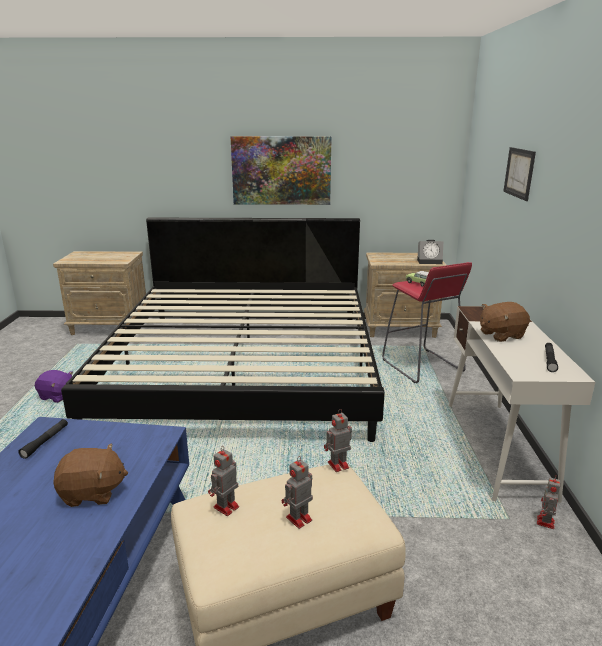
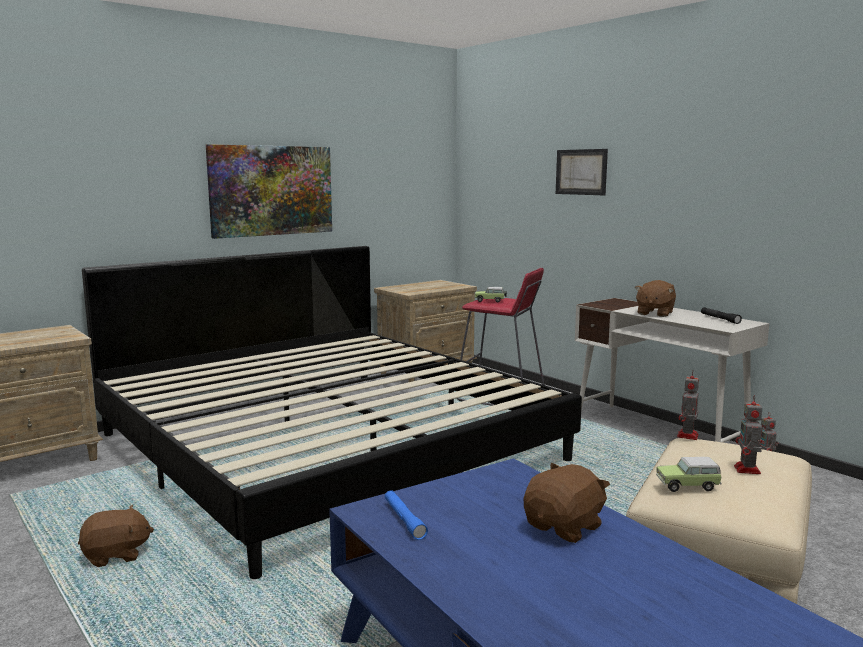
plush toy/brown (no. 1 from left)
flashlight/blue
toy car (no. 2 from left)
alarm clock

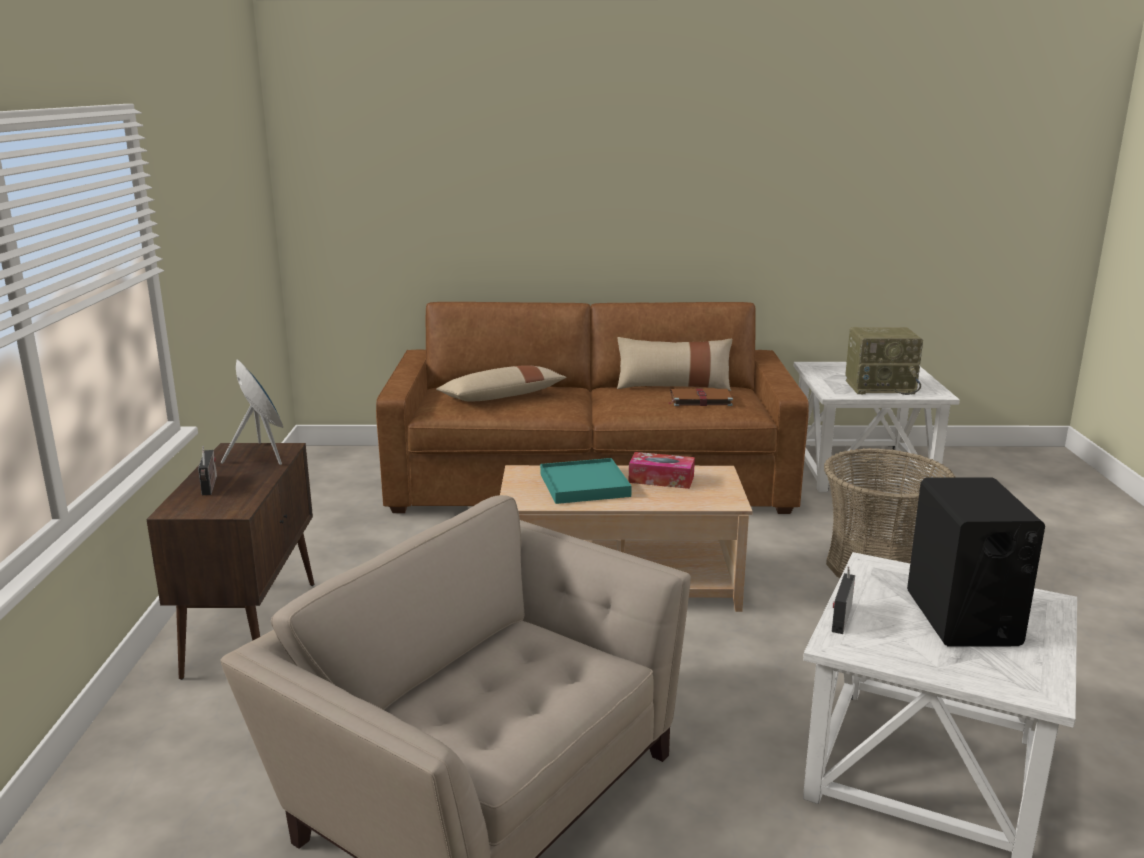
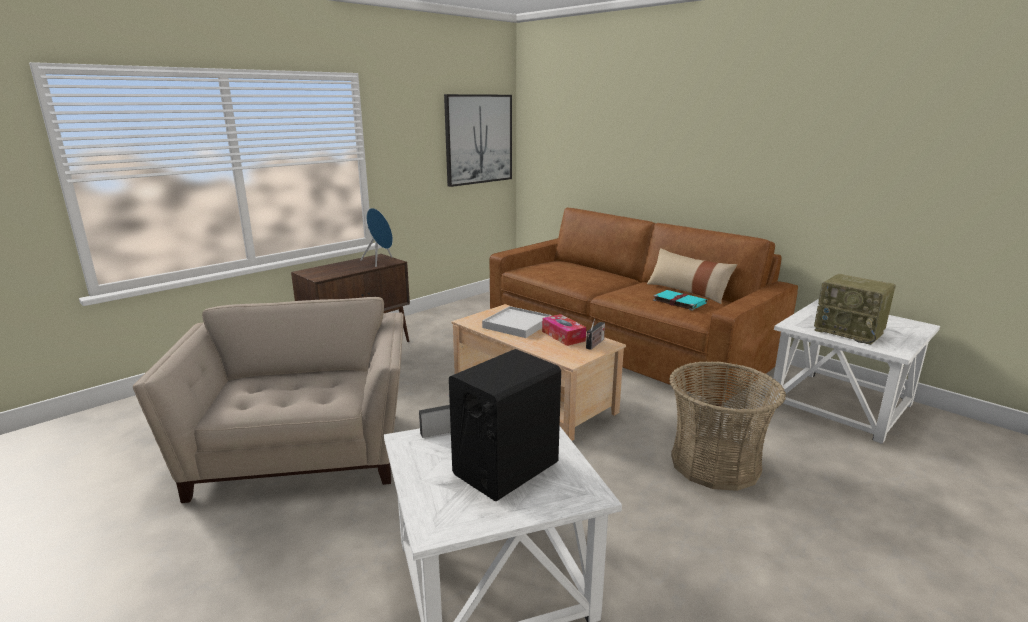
picture
tray/white
radio (no. 2 from left)
book/turquoise
pillow/beige (no. 1 from left in the first image)

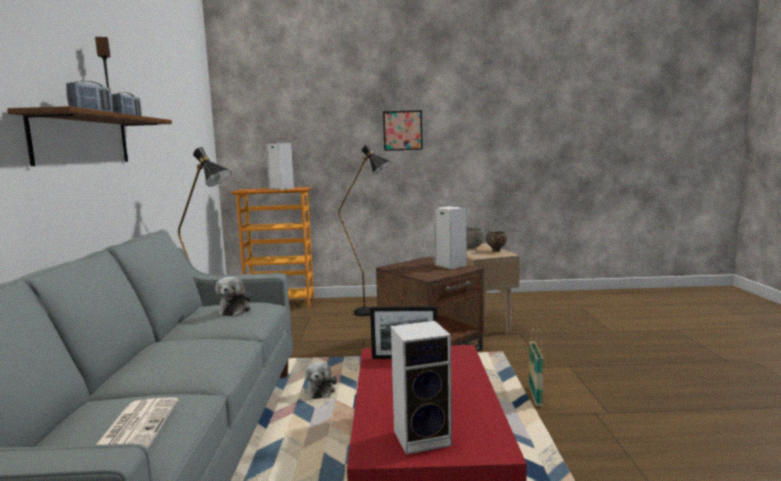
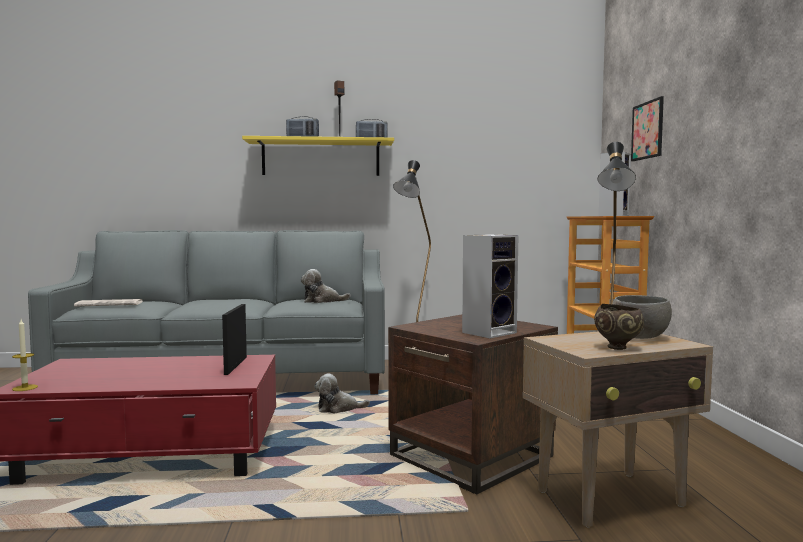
candle
shelf/yellow
picture
speaker (no. 3 from left in the first image)
basket

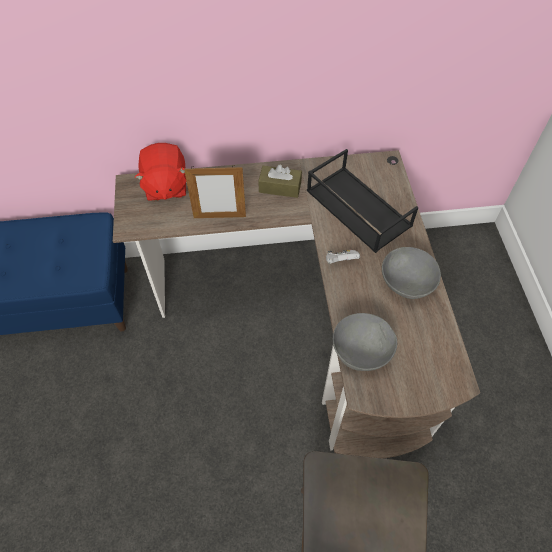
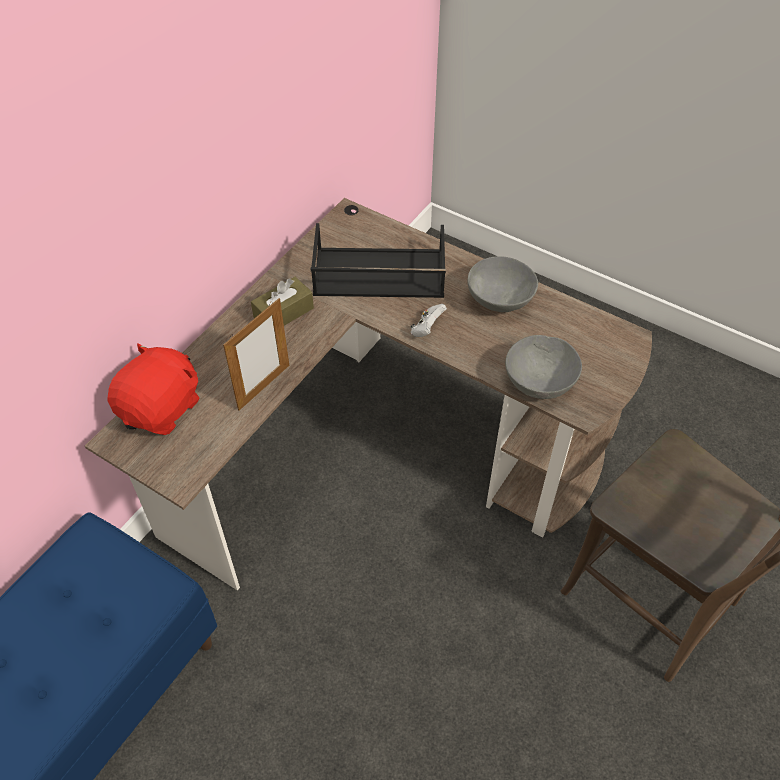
plush toy/red

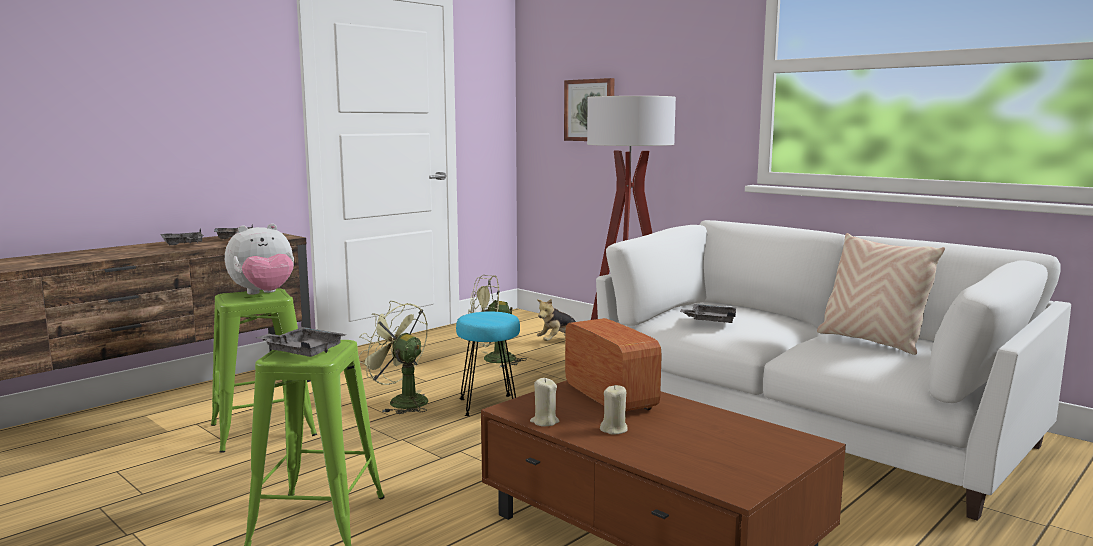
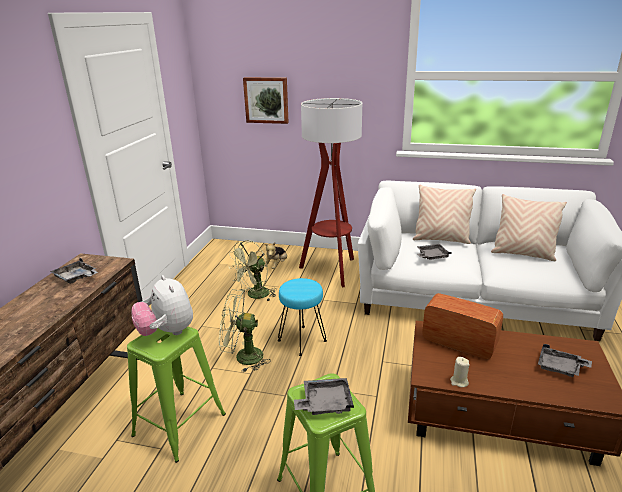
plush toy (no. 1 from left)
pillow/beige (no. 1 from left)
tray/grey (no. 4 from left)
candle/beige (no. 2 from left in the first image)

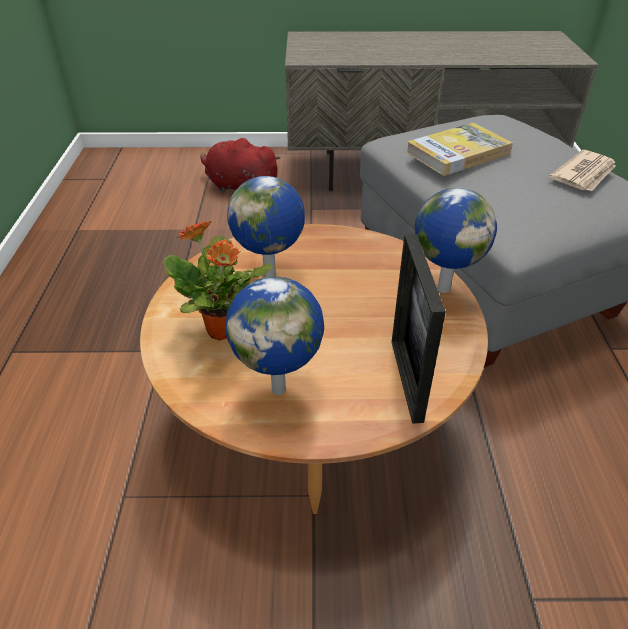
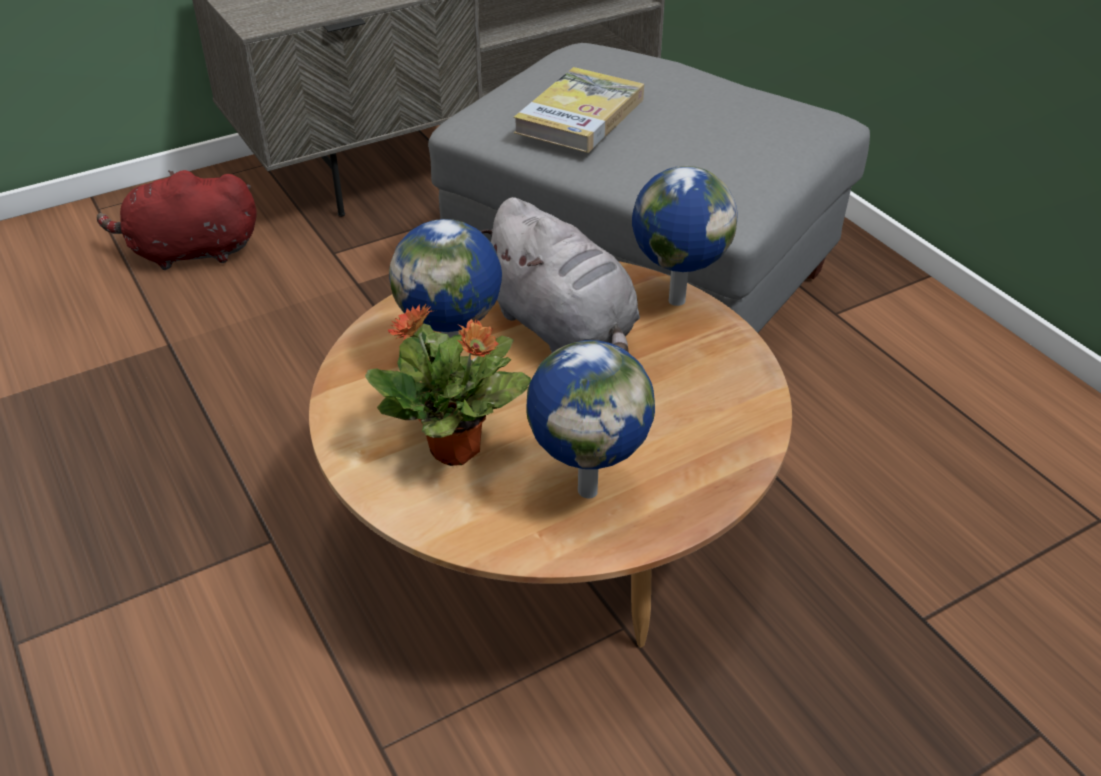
plush toy/grey
picture frame
newspaper

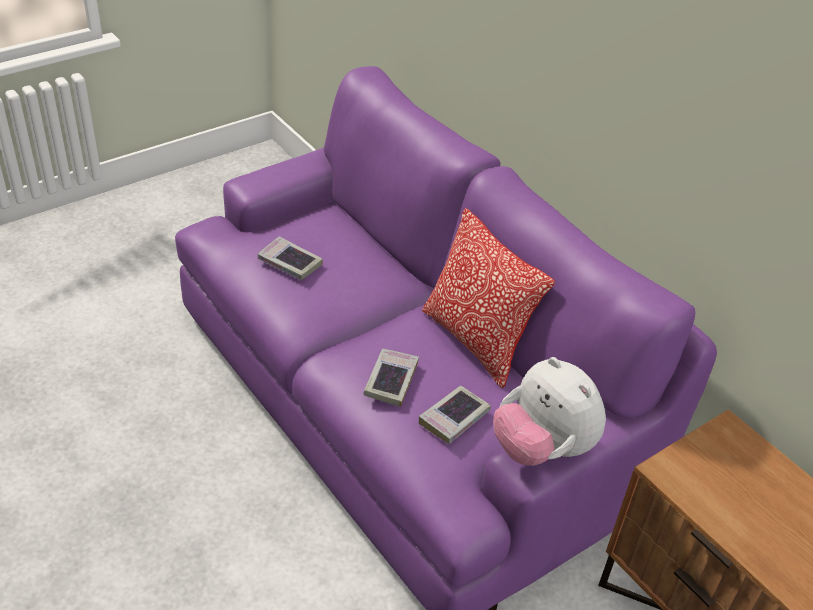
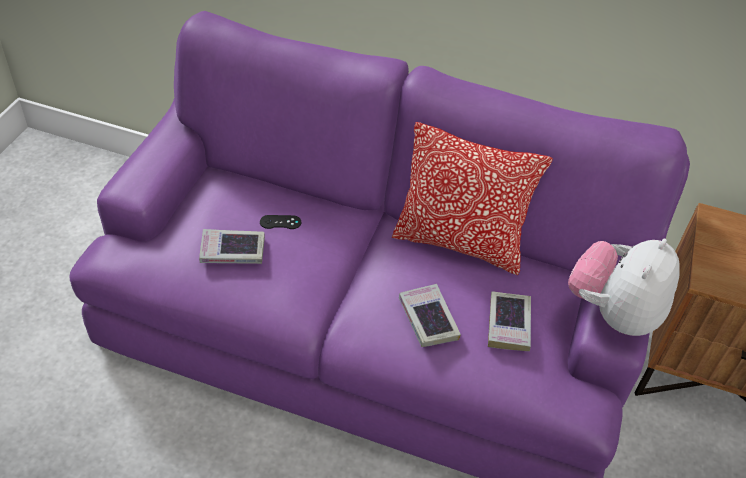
game controller/black
plush toy

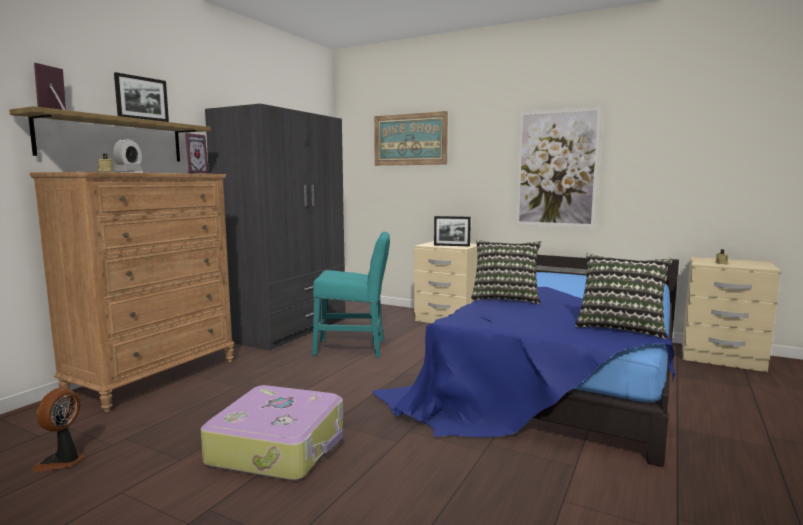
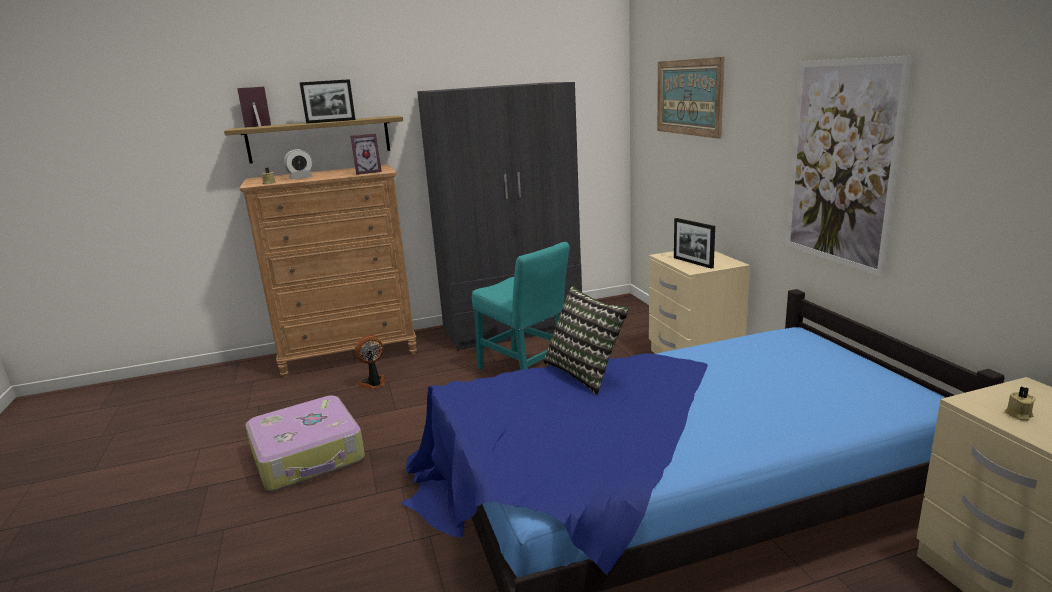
fan
pillow (no. 2 from left in the first image)

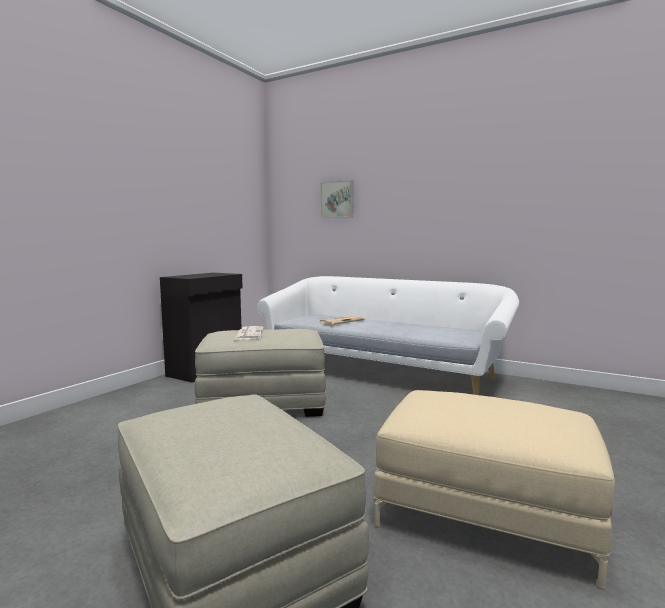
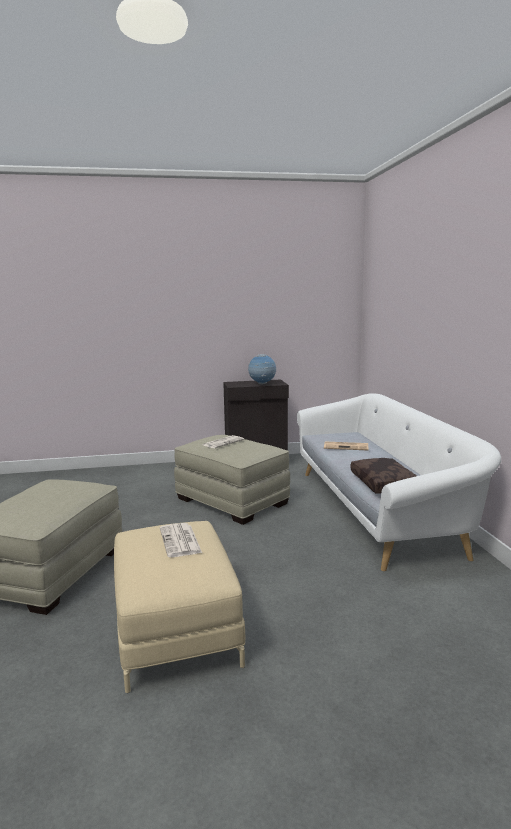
newspaper (no. 1 from left)
globe
pillow/brown
picture

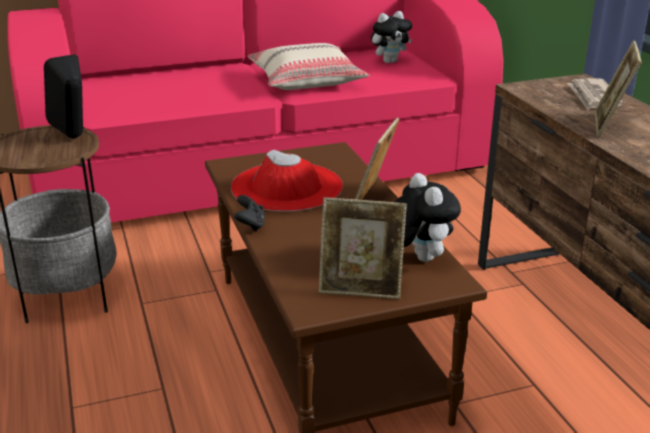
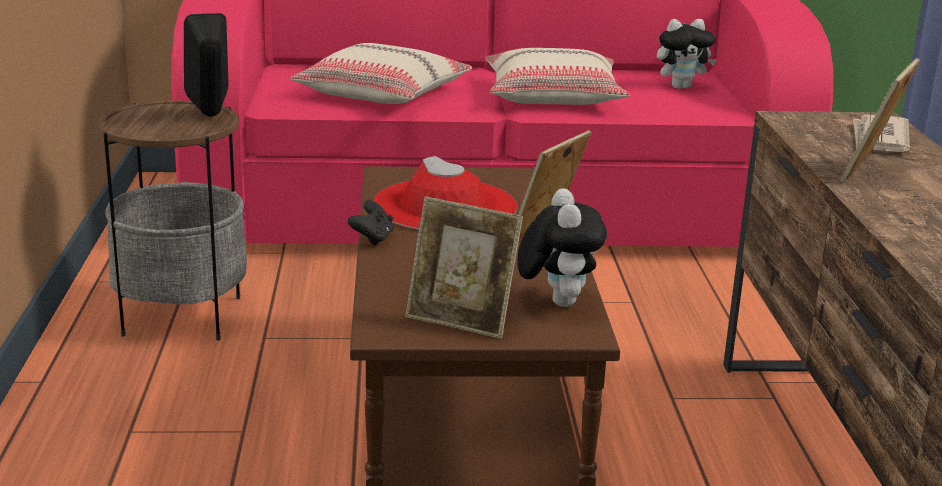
pillow/beige (no. 1 from left)

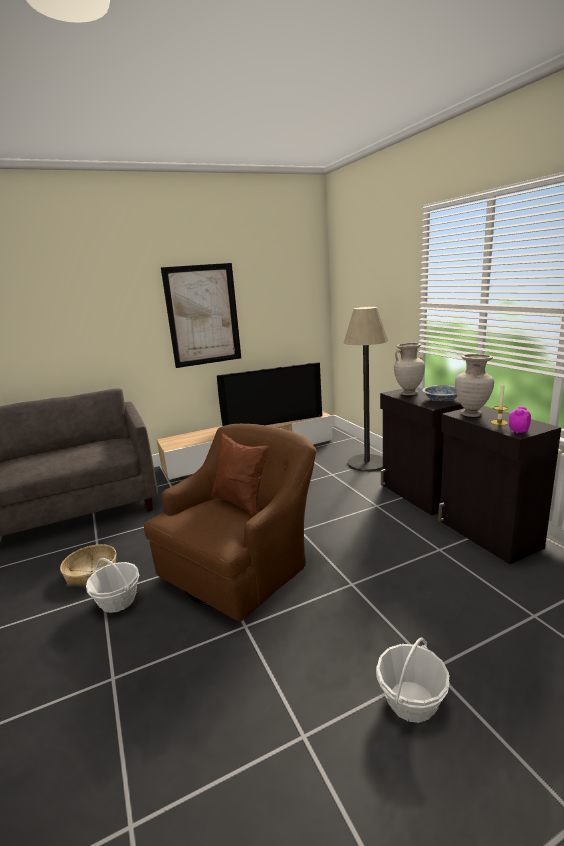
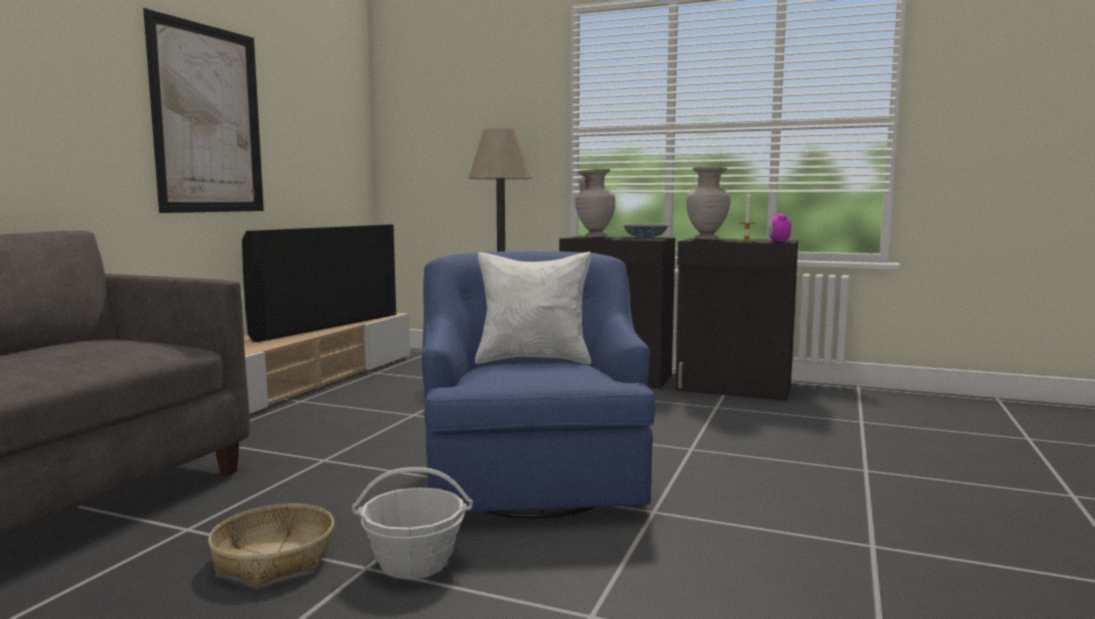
armchair/blue
pillow/white
basket (no. 3 from left in the first image)

